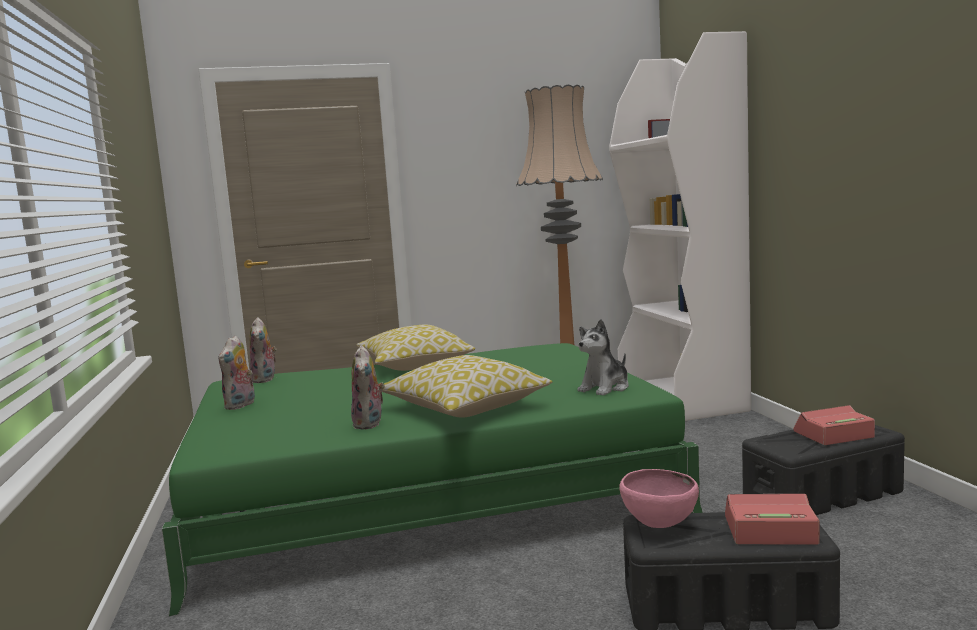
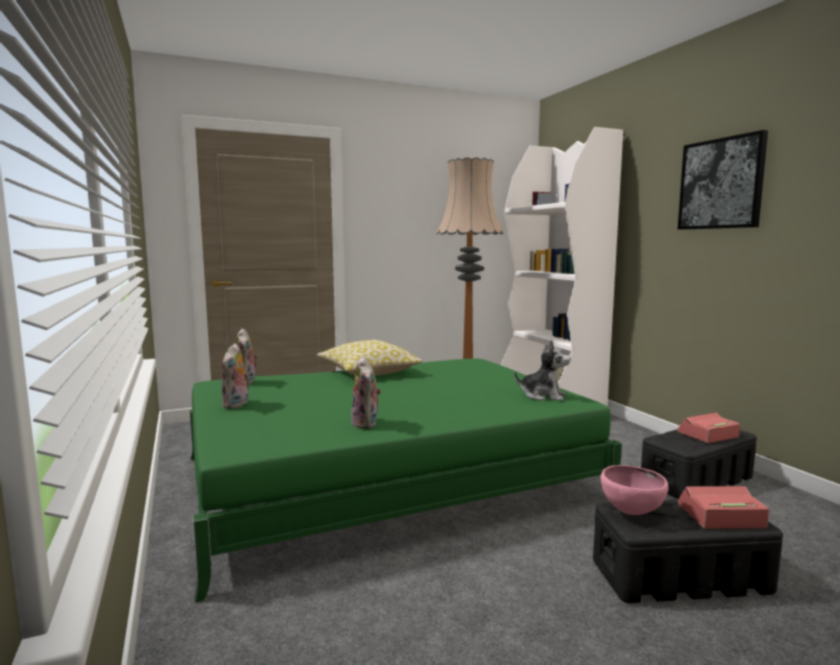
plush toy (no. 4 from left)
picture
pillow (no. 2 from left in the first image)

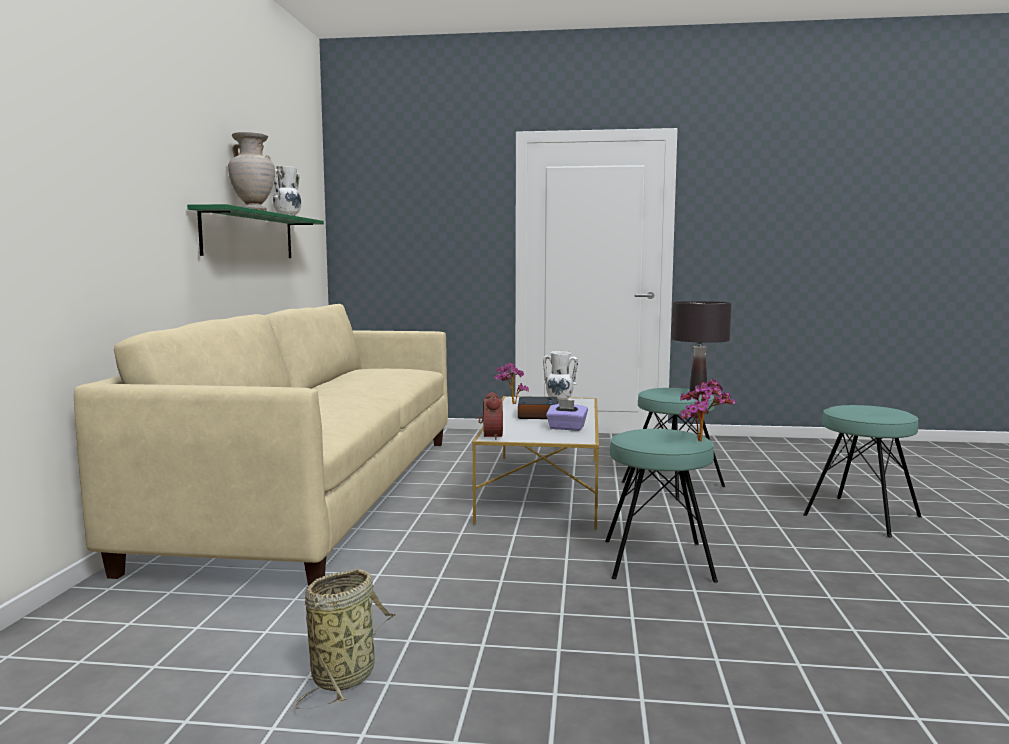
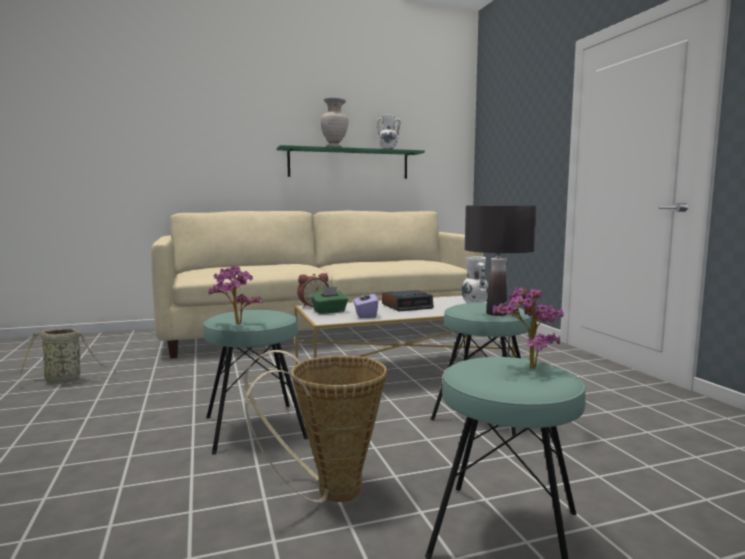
basket (no. 2 from left)
tissue box/green
potted plant (no. 2 from left)

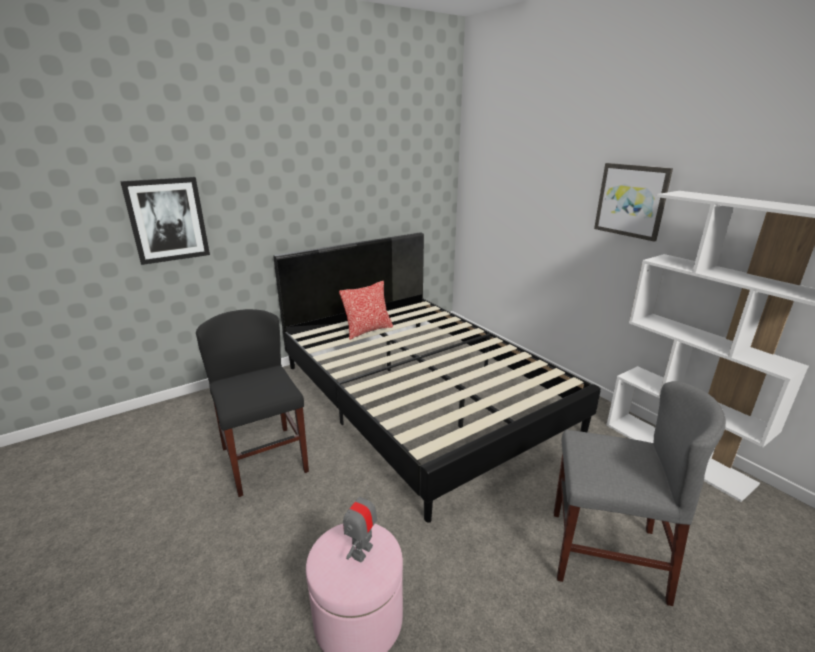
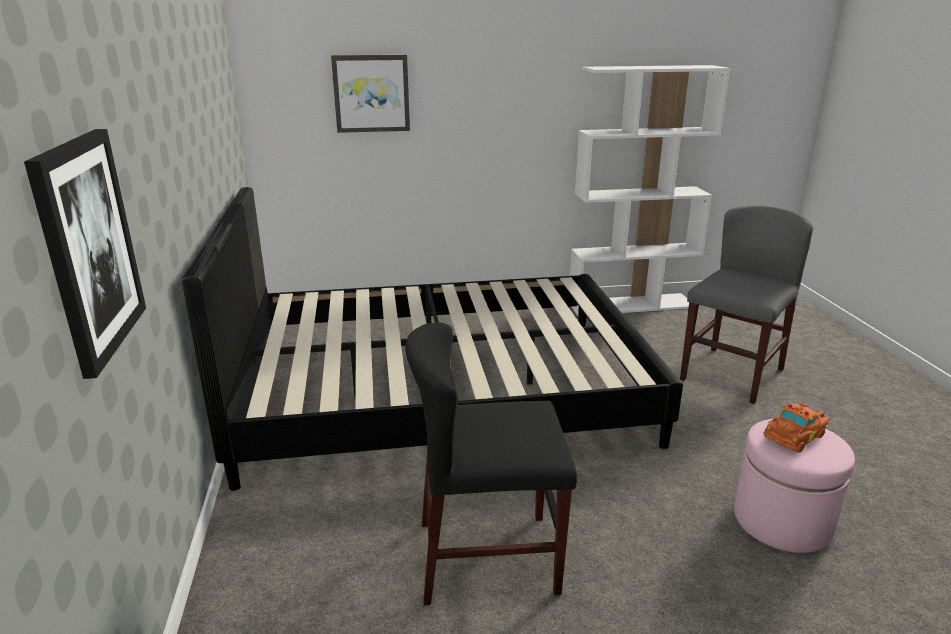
picture (no. 2 from left)
toy car/orange
pillow

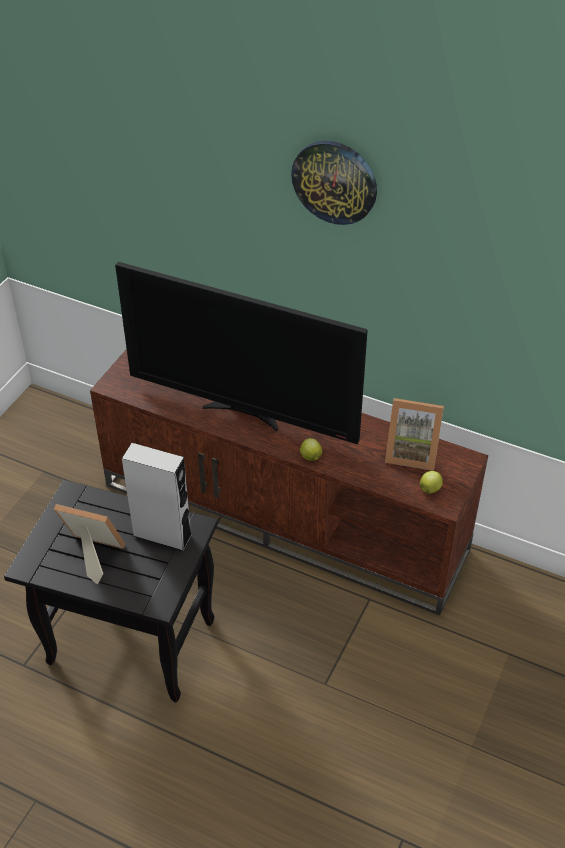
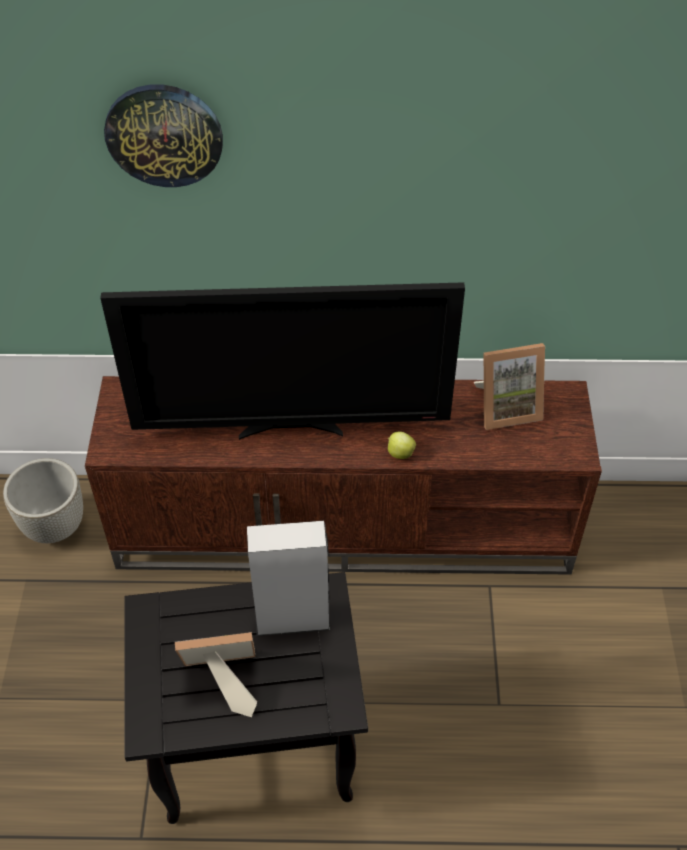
planter/grey
wall clock
apple (no. 2 from left in the first image)

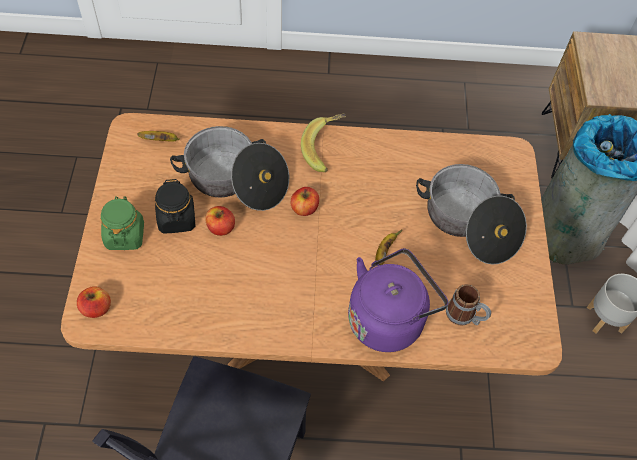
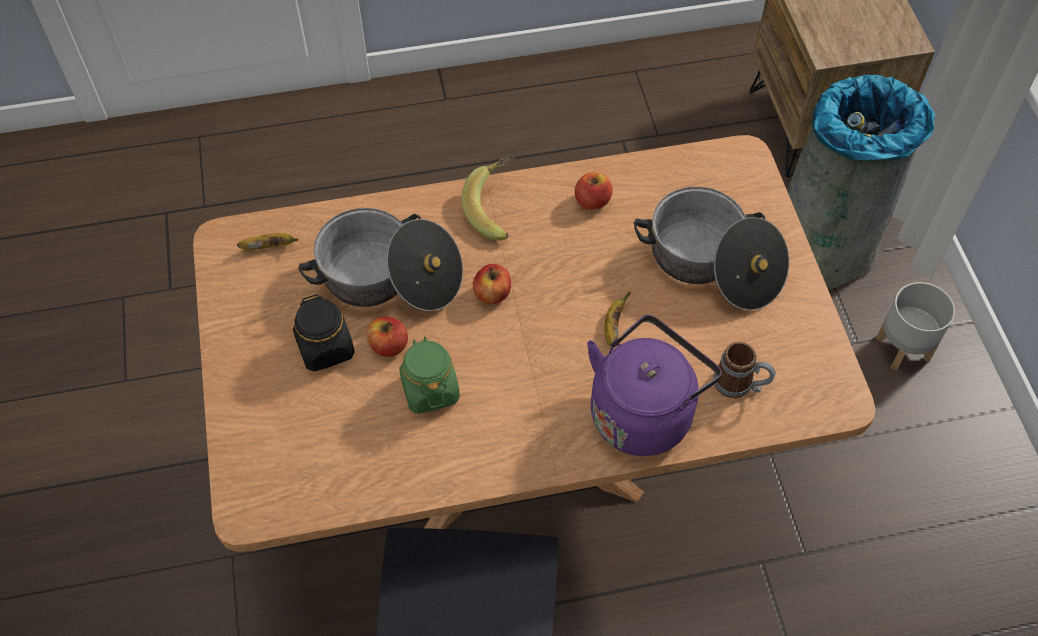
jar/green
apple (no. 3 from left)

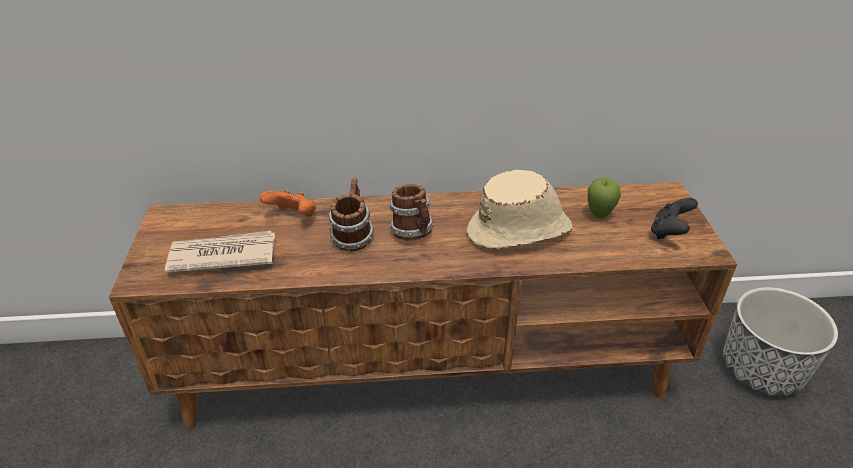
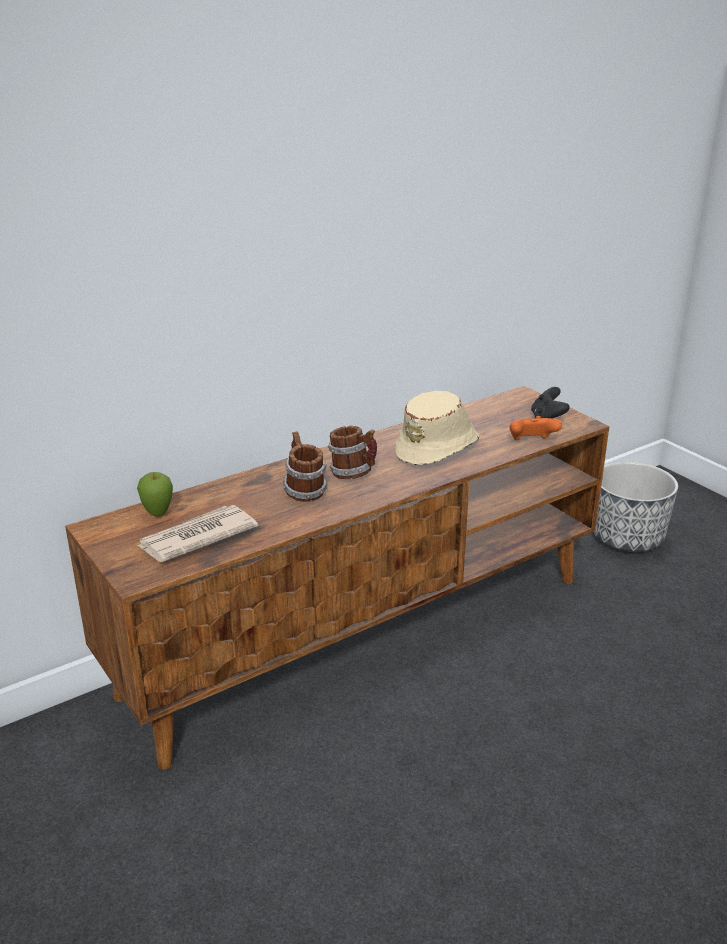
apple
game controller/orange

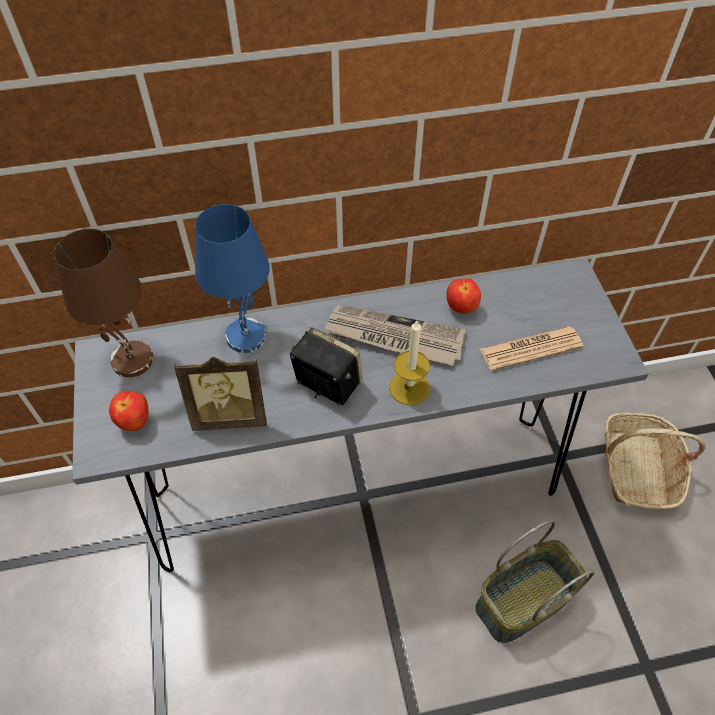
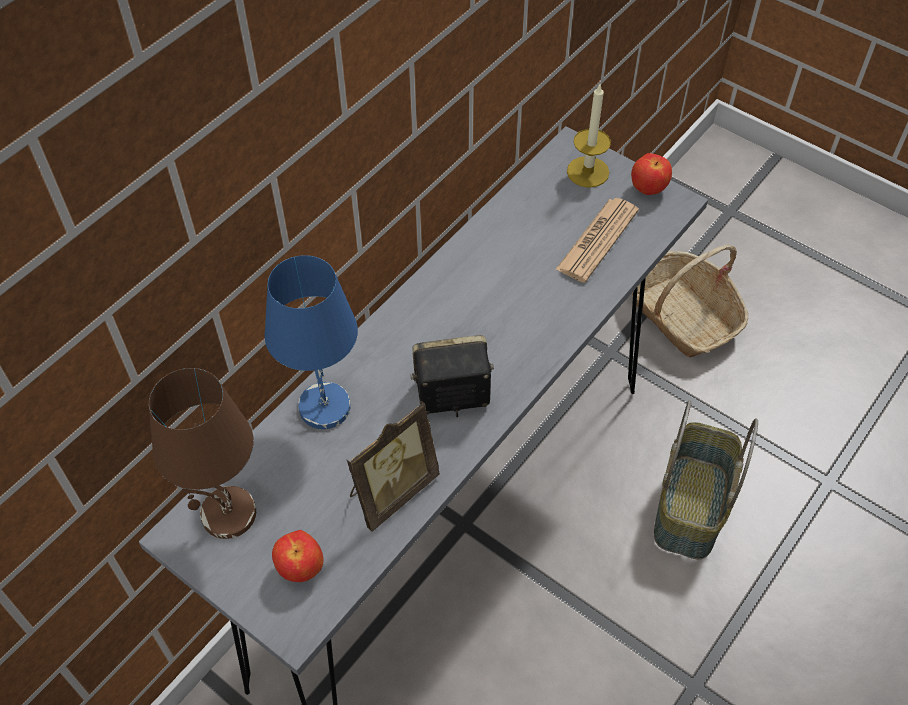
candle
apple (no. 2 from left)
newspaper (no. 1 from left in the first image)

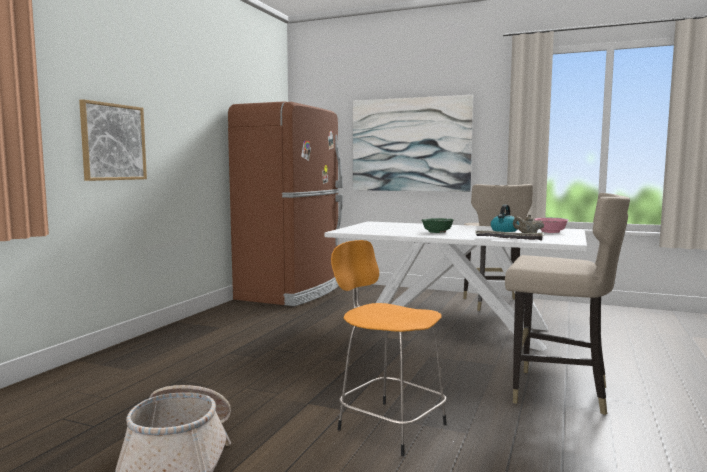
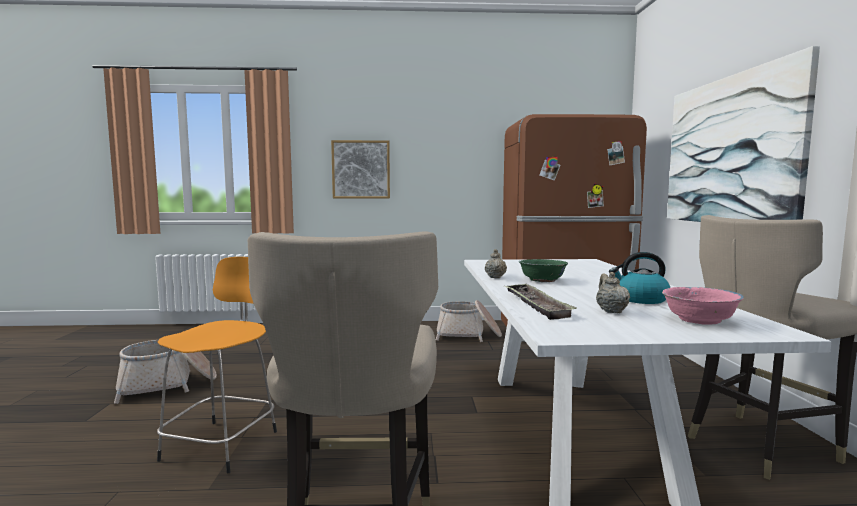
basket (no. 2 from left)
teapot/beige (no. 1 from left)

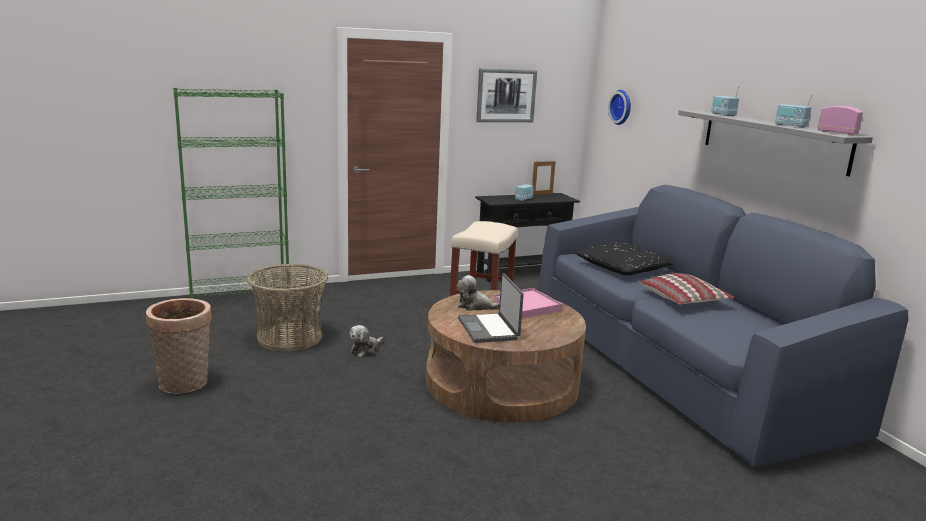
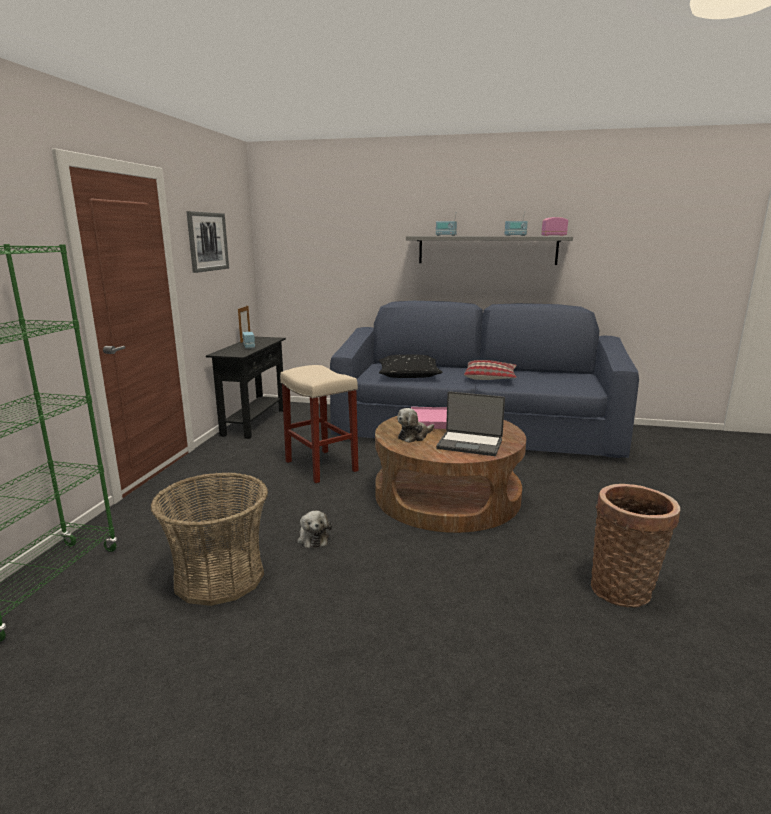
basket (no. 2 from left)
wall clock

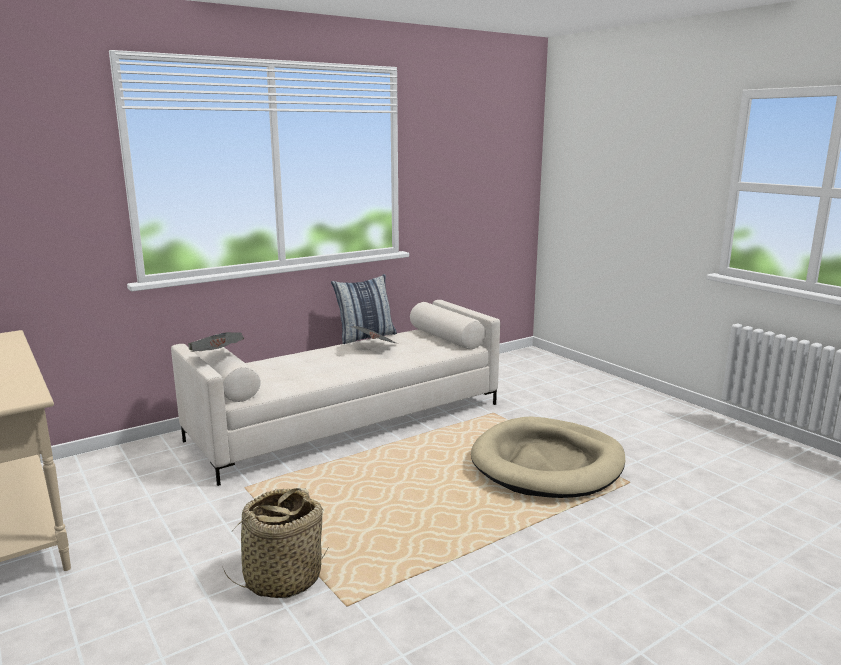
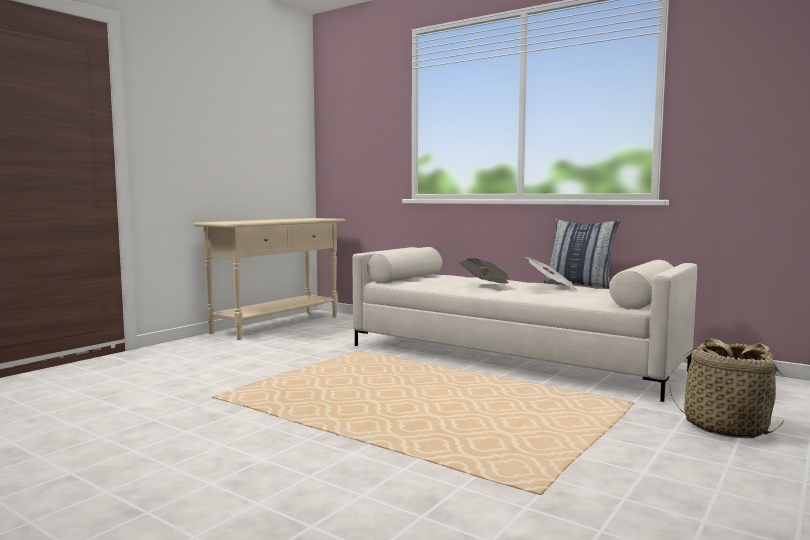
newspaper (no. 1 from left)
basket
dog bed/beige

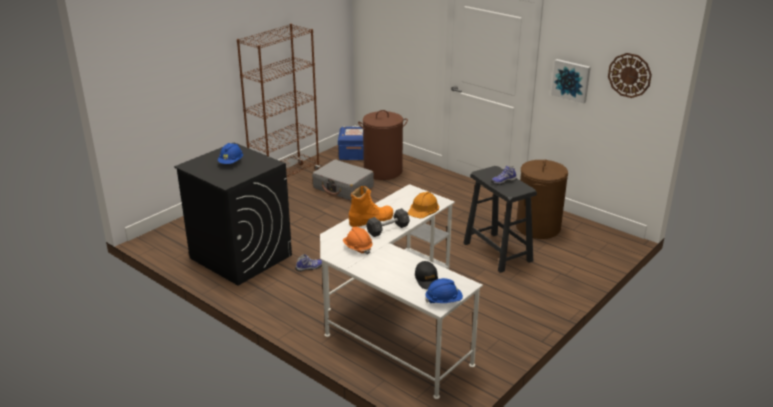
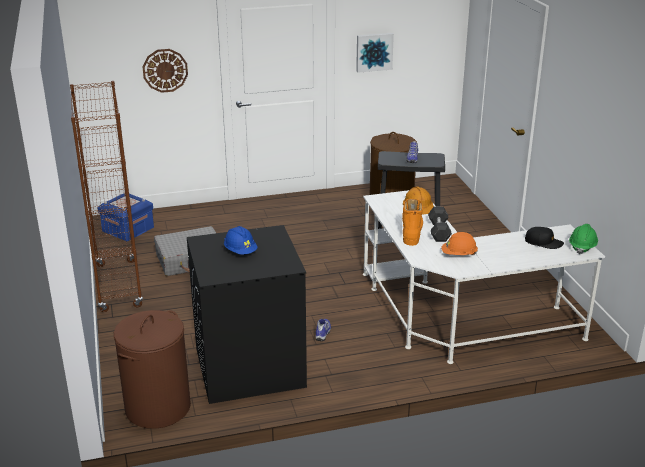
laundry basket/brown (no. 1 from left)
wall clock
hard hat/green

